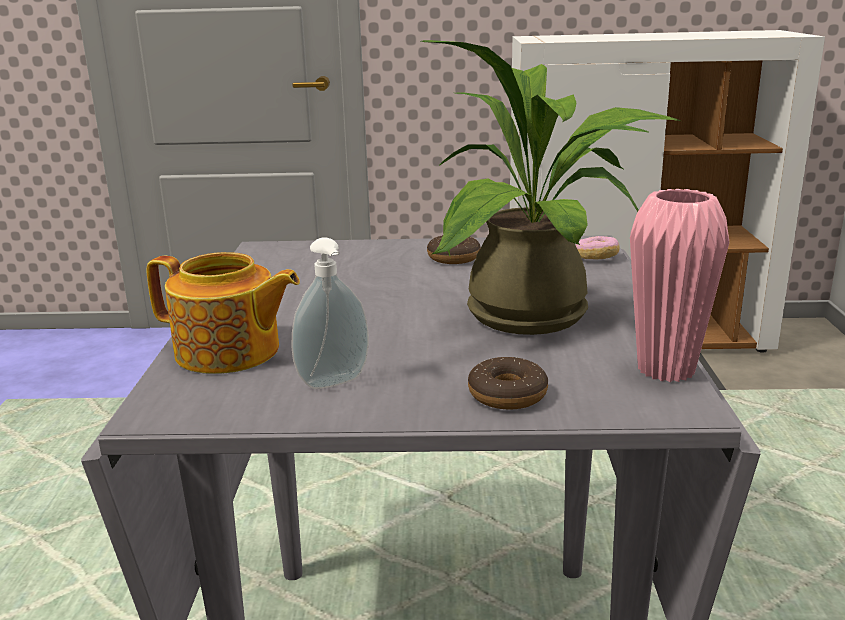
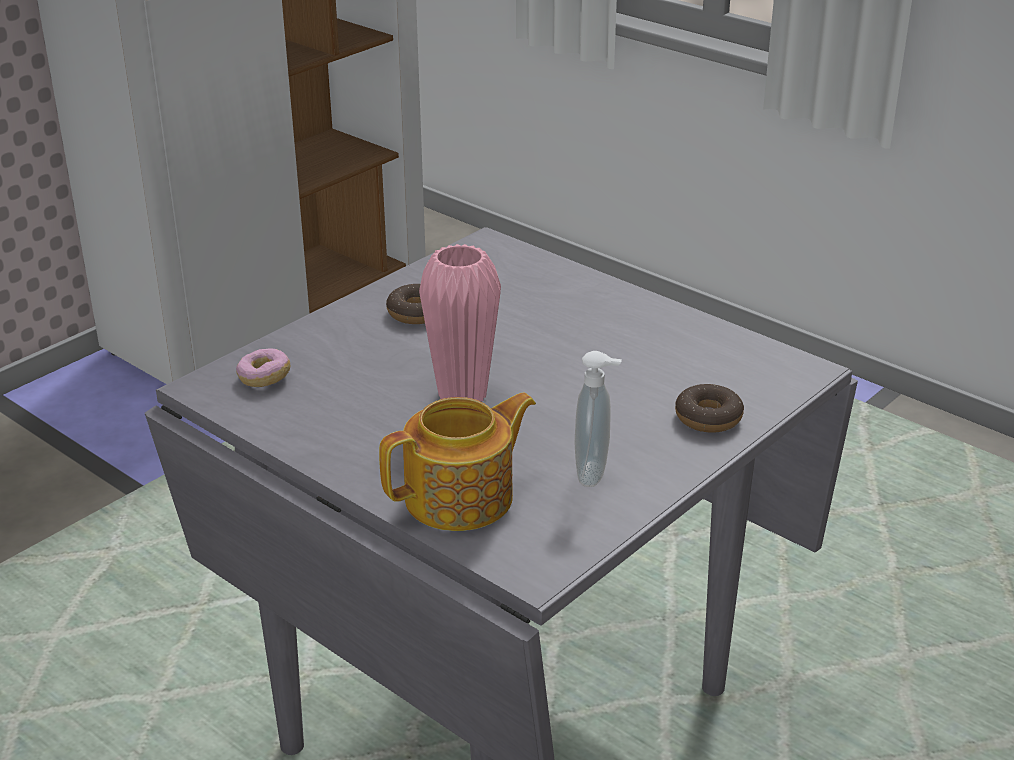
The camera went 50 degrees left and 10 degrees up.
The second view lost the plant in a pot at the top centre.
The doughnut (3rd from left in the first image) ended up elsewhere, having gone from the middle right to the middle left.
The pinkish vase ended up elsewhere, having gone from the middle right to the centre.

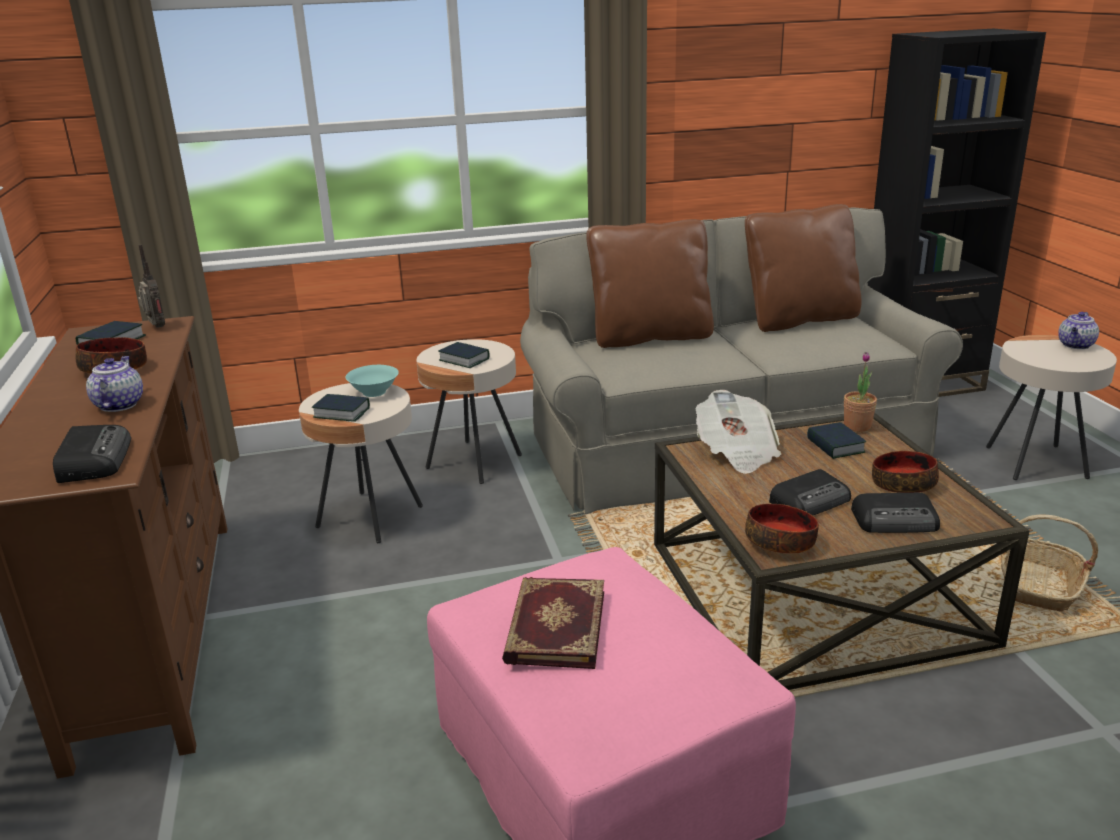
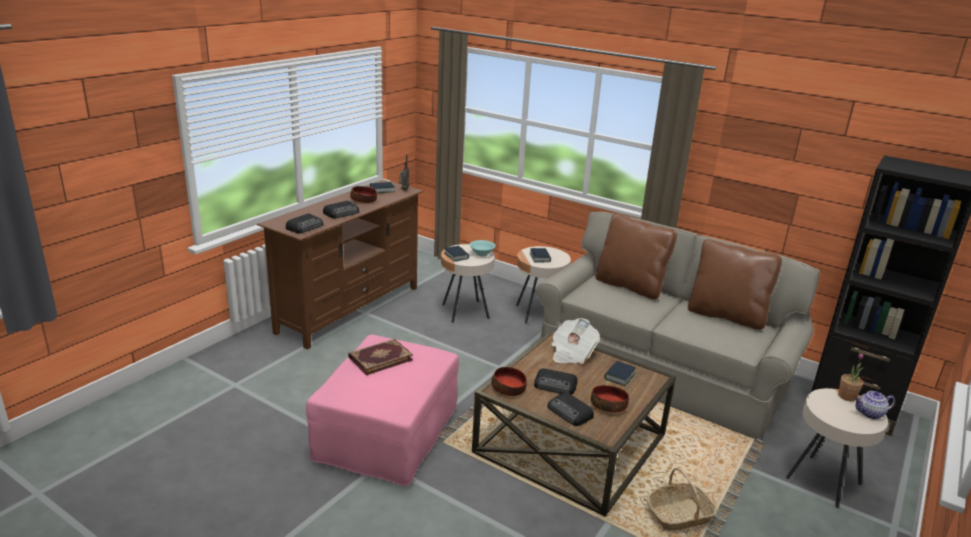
The camera went 45 degrees right and 0 degrees up.
Where the tea pot (1st from left) stood at the middle left, the radio (2nd from left) came to stand at the centre.
The plant in a pot ended up elsewhere, having gone from the middle right to the bottom right.

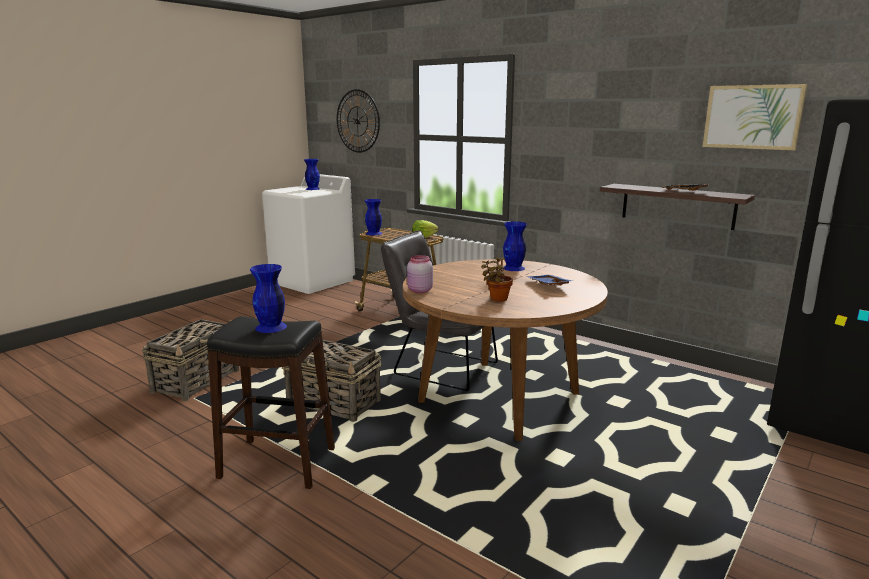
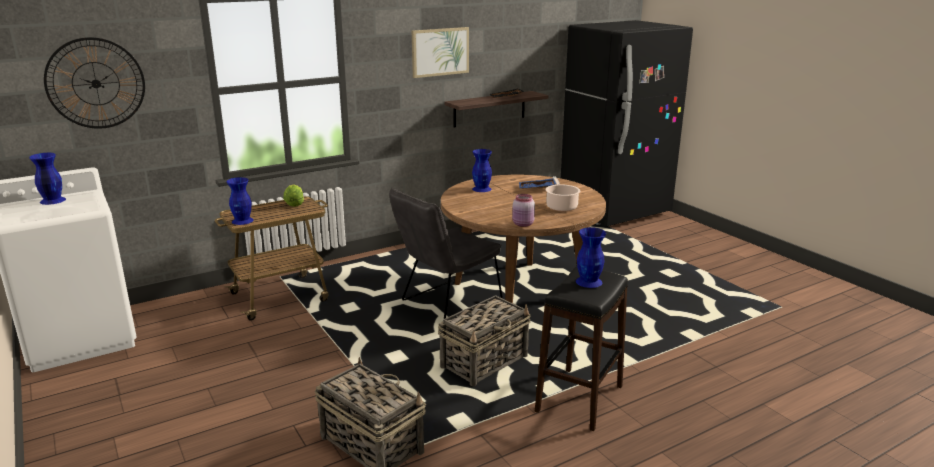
The camera went 70 degrees left and 5 degrees up.
Where the plant in a pot stood at the centre, the stockpot came to stand at the centre.
The wall picture ended up elsewhere, having gone from the top right to the top centre.

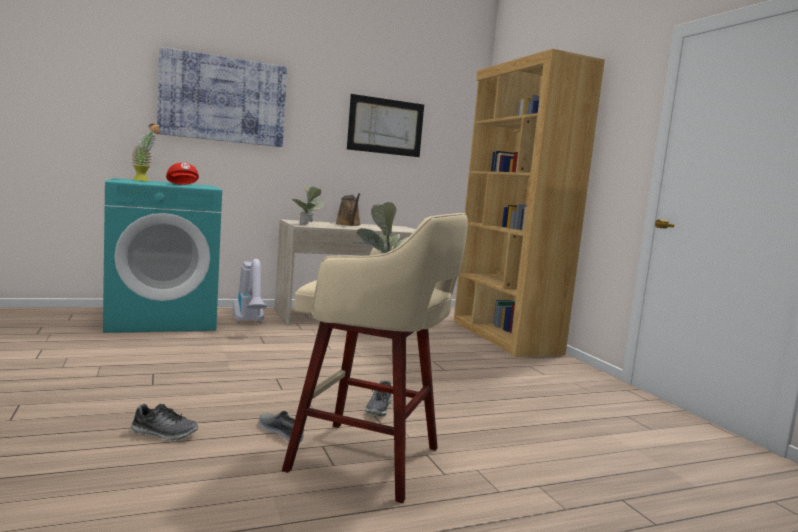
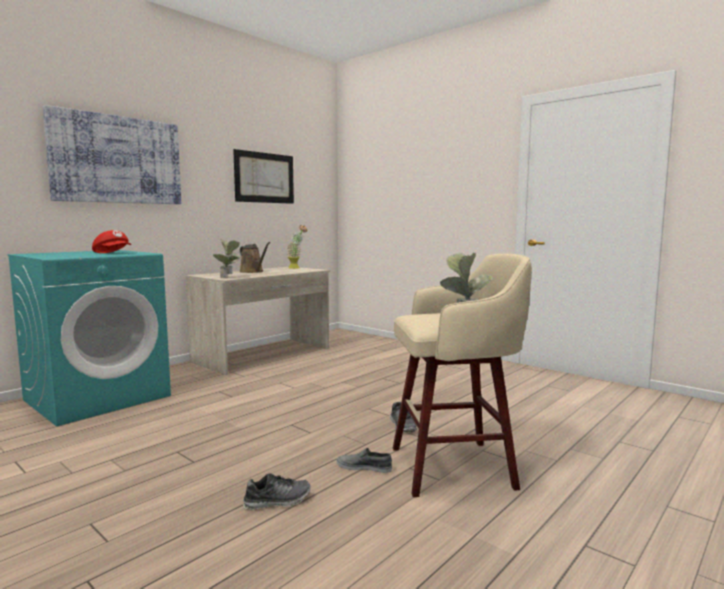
The camera went 25 degrees left and 0 degrees up.
The plant in a pot (1st from left in the first image) ended up elsewhere, having gone from the top left to the centre.
The second view lost the vacuum cleaner at the middle left.
The second view lost the brown bookshelf at the centre.

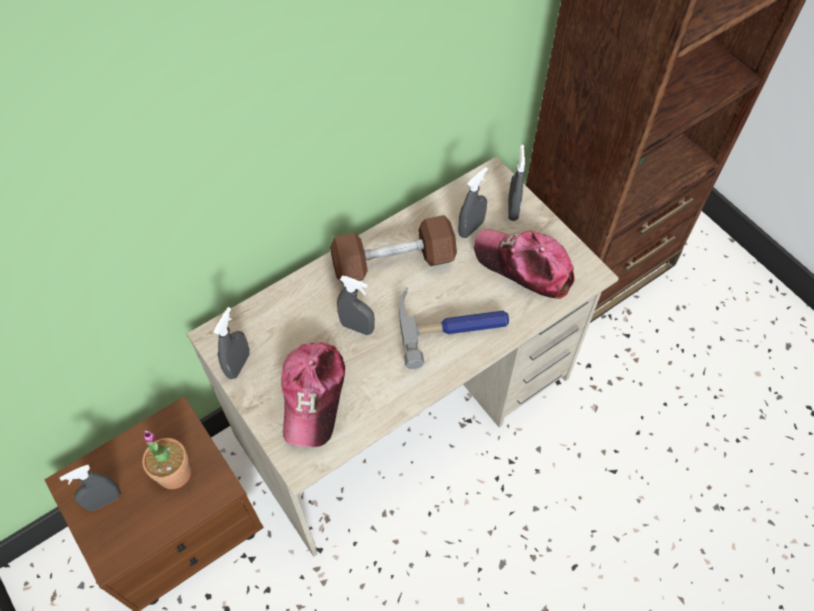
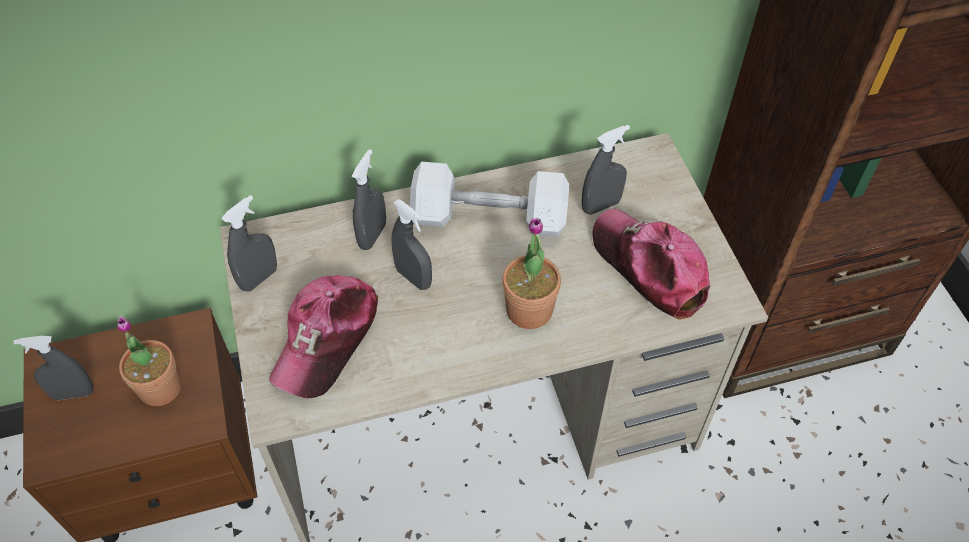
The camera went 20 degrees right and 5 degrees down.
What was the brown dumbbell at the centre turned into the white-coloured dumbbell at the centre.
Where the hand hammer stood at the centre, the plant in a pot (2nd from left) came to stand at the centre.
The gray spray bottle (5th from left in the first image) ended up elsewhere, having gone from the top centre to the centre.

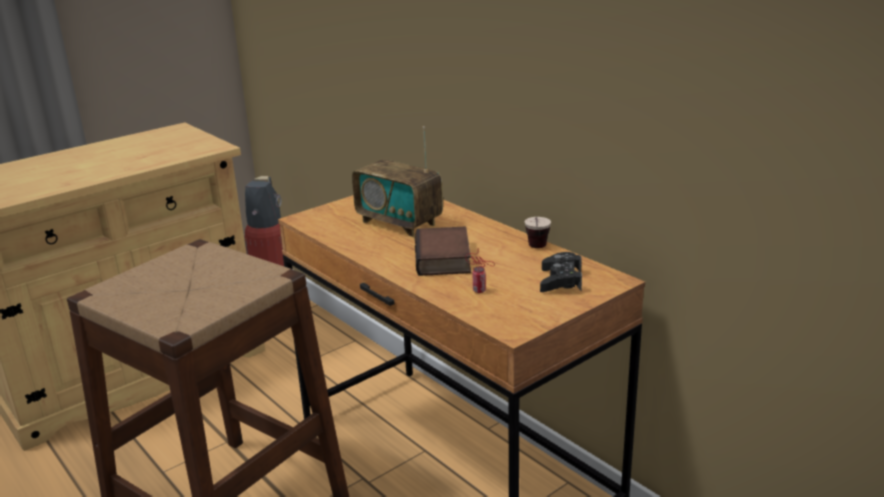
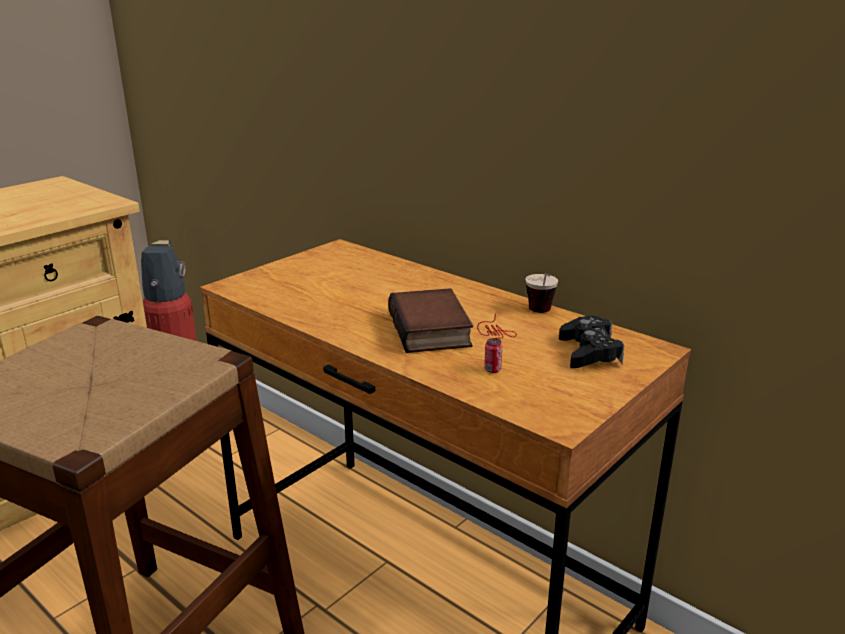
The camera went 10 degrees left and 0 degrees up.
The second view lost the radio at the centre.

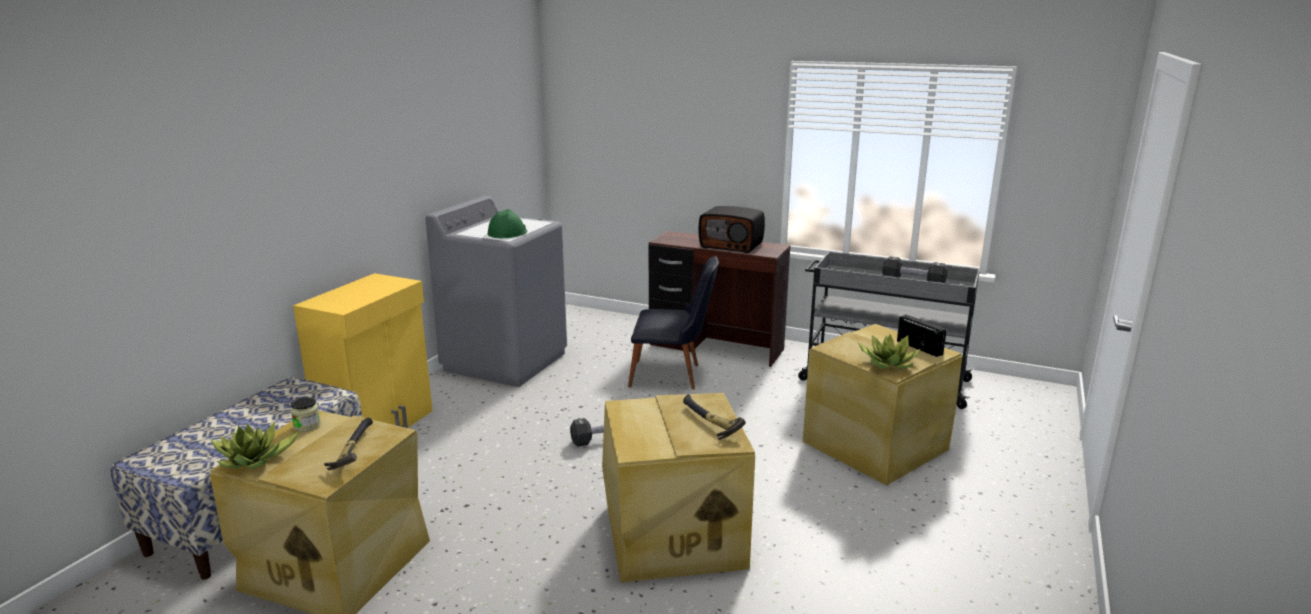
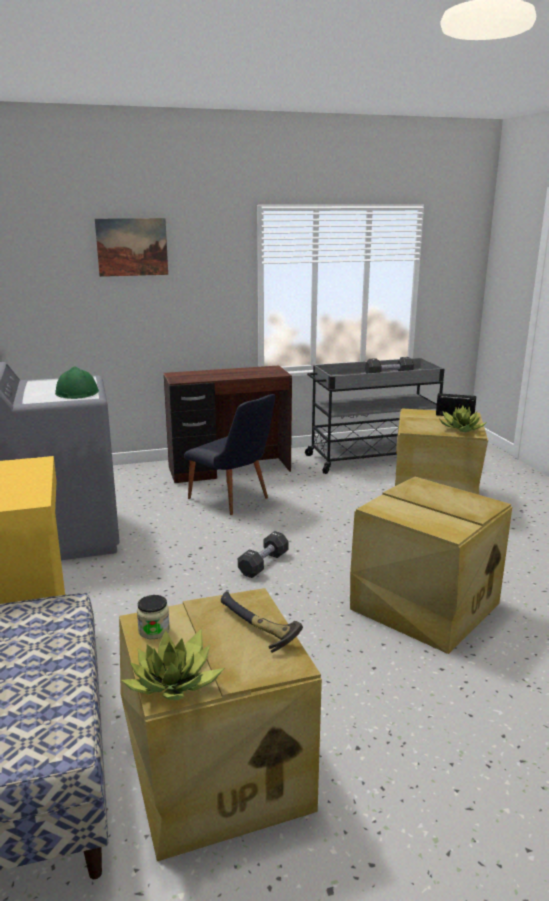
The camera went 40 degrees left and 0 degrees up.
The blackish chair at the centre ended up facing another way, 75 degrees clockwise from before.
The second view lost the hand hammer (2nd from left) at the bottom centre.
The second view lost the radio (1st from left) at the centre.
The second view gained the wall picture at the top left.

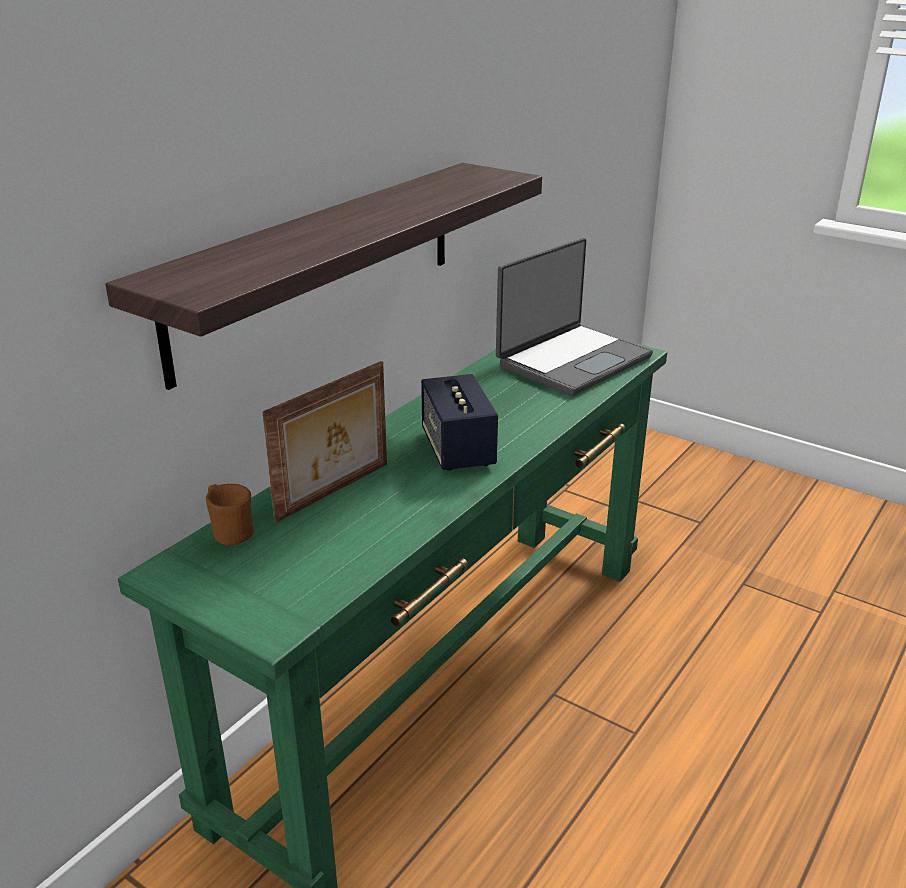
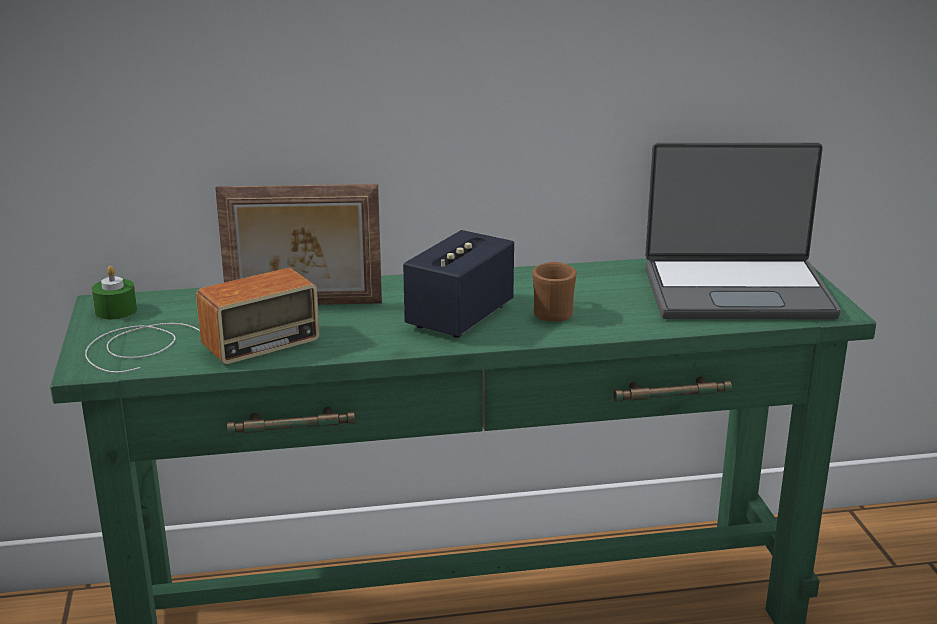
The camera went 45 degrees right and 5 degrees down.
The second view lost the bracket shelf at the top centre.
The brown tea mug ended up elsewhere, having gone from the middle left to the centre.
The second view gained the radio at the middle left.
The second view gained the greenish candle at the middle left.

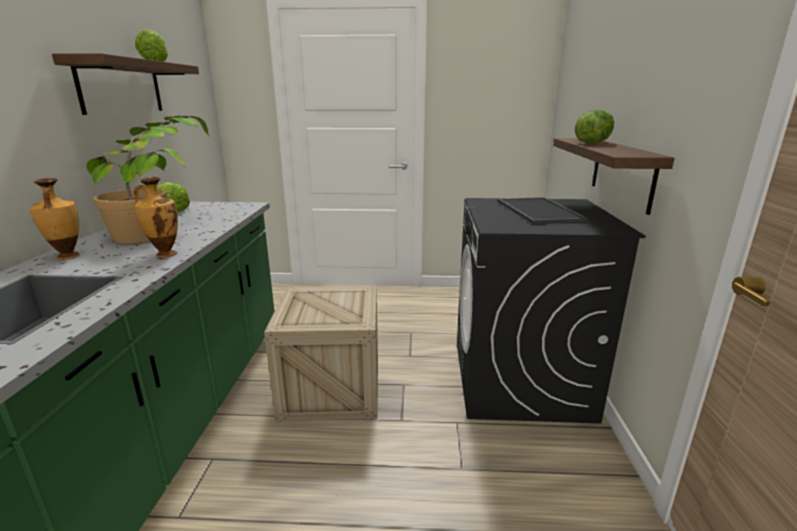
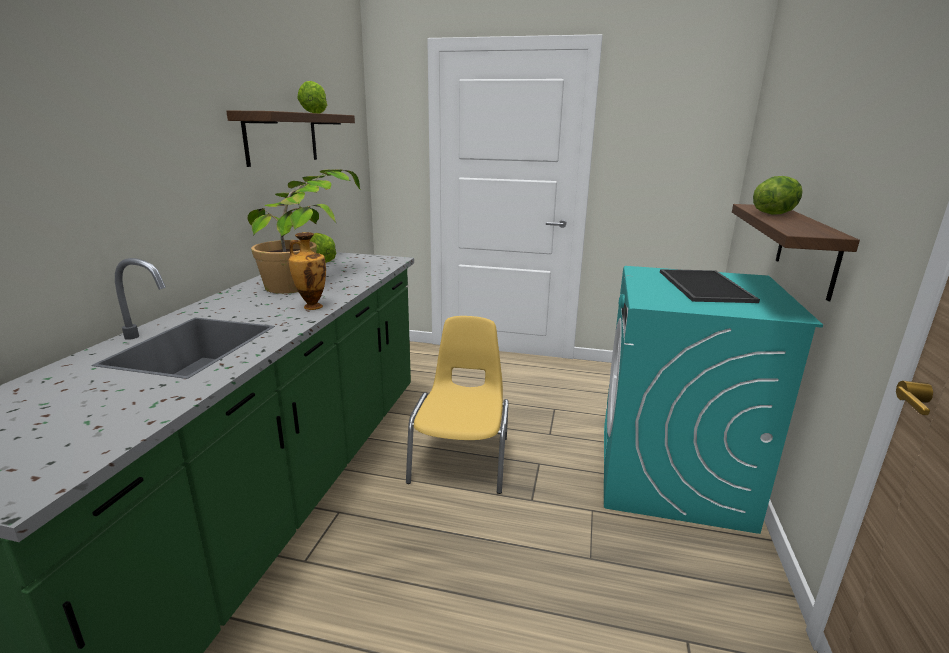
The camera went 10 degrees right and 0 degrees up.
The second view lost the vase (1st from left) at the middle left.
Where the shipping crate stood at the bottom centre, the yellow chair came to stand at the centre.
What was the blackish laundry machine at the middle right turned into the turquoise-coloured laundry machine at the middle right.

